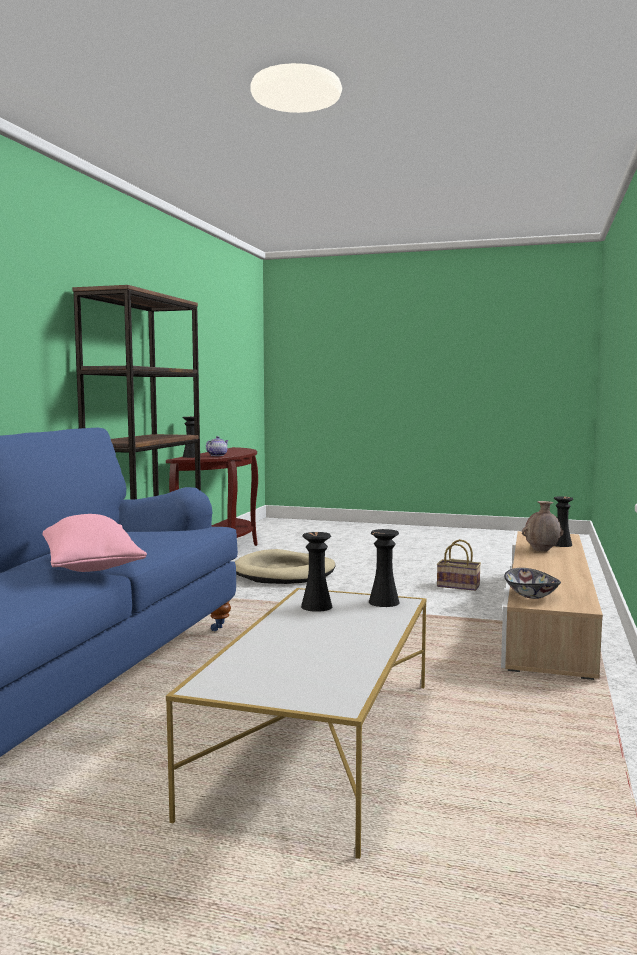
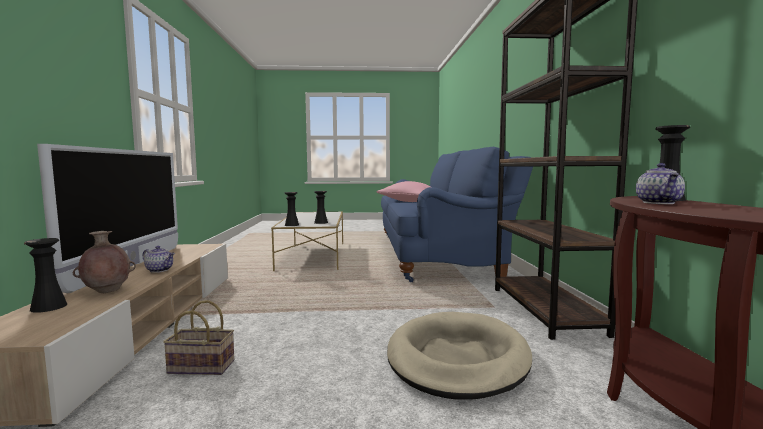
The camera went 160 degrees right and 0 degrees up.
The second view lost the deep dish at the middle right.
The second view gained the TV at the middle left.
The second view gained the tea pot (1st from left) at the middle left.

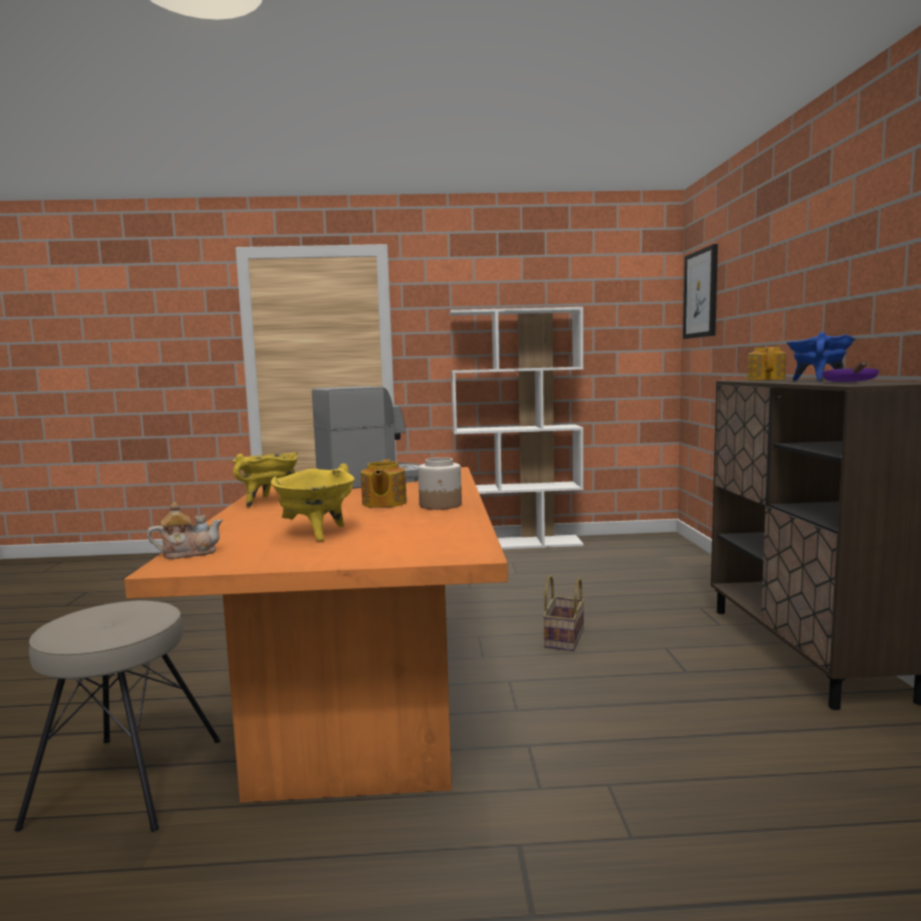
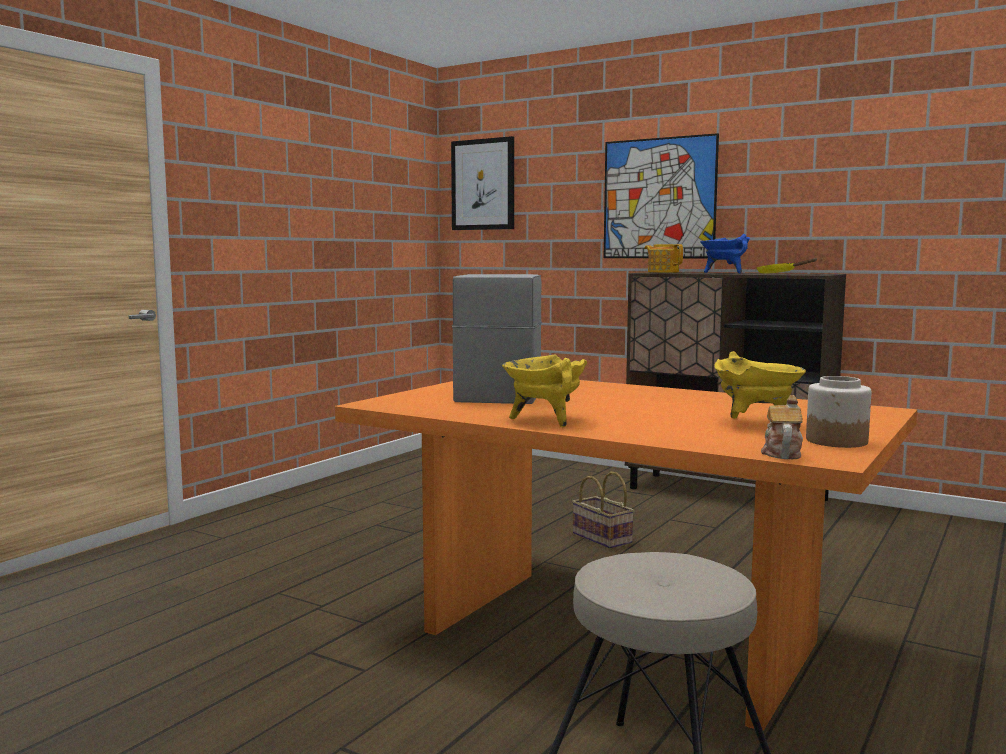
The camera went 55 degrees left and 0 degrees up.
The second view lost the tea pot (2nd from left) at the centre.
The preserve jar ended up elsewhere, having gone from the centre to the middle right.
The second view lost the white-coloured bookshelf at the centre.
What was the purple-coloured skillet at the middle right turned into the yellow skillet at the middle right.
The second view gained the wall picture (2nd from left) at the top centre.

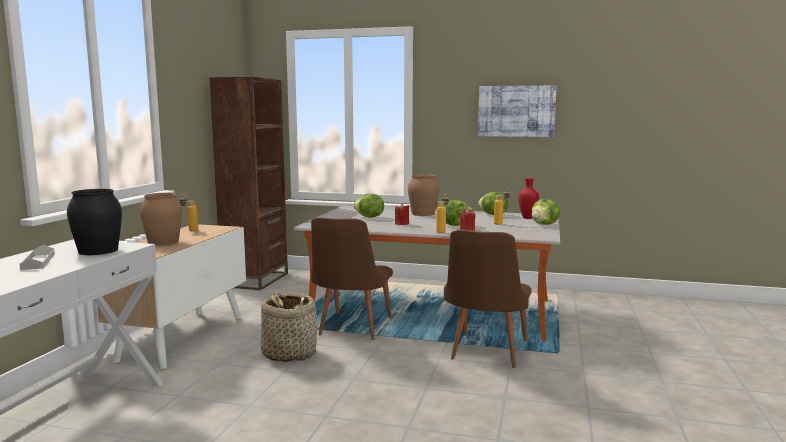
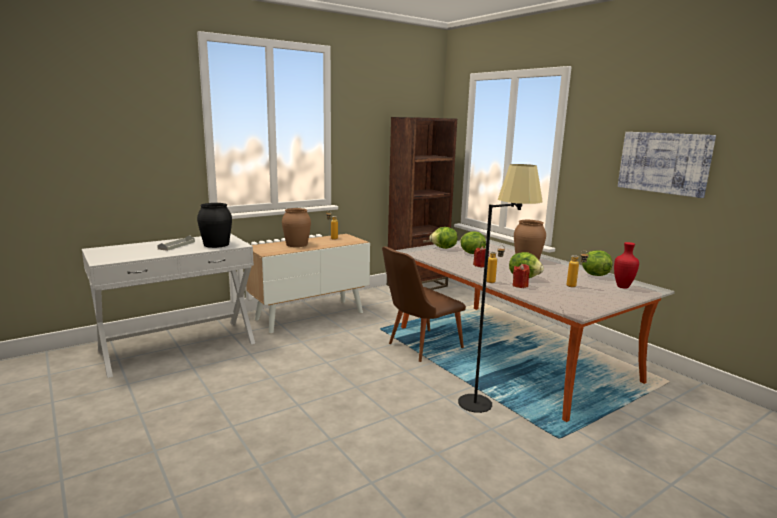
The camera went 40 degrees right and 5 degrees up.
The second view lost the basket at the bottom centre.
Where the brown chair (2nd from left) stood at the bottom centre, the blackish standard lamp came to stand at the centre.
The lettuce (4th from left in the first image) ended up elsewhere, having gone from the middle right to the centre.

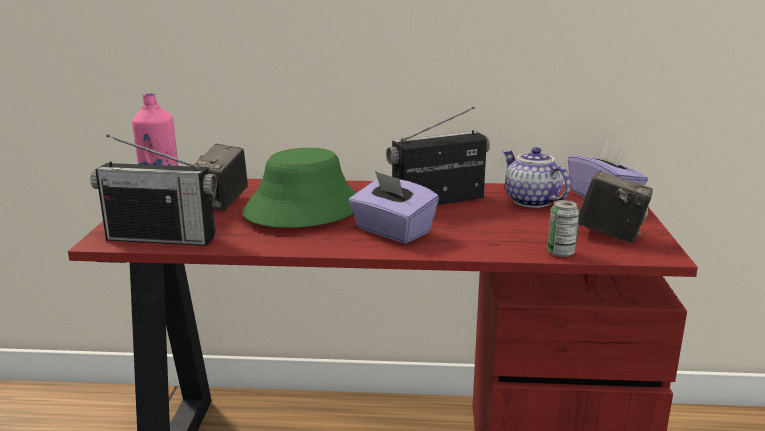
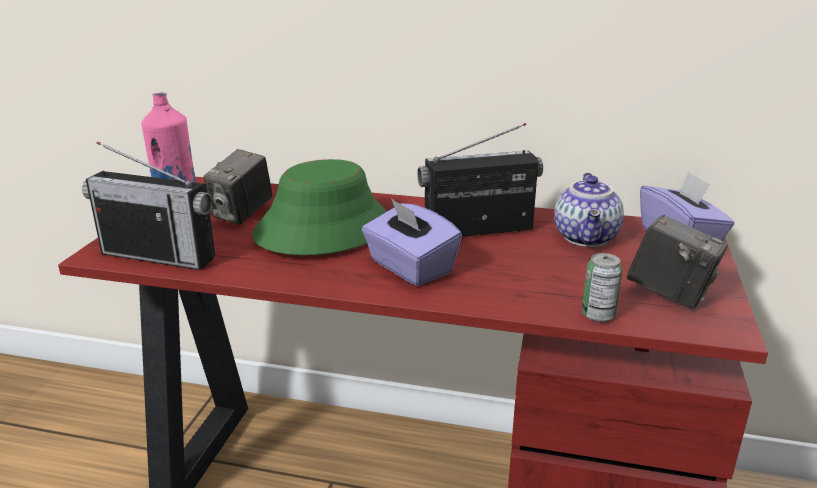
The camera went 10 degrees right and 5 degrees up.
The tea pot at the middle right ended up facing another way, 150 degrees counterclockwise from before.

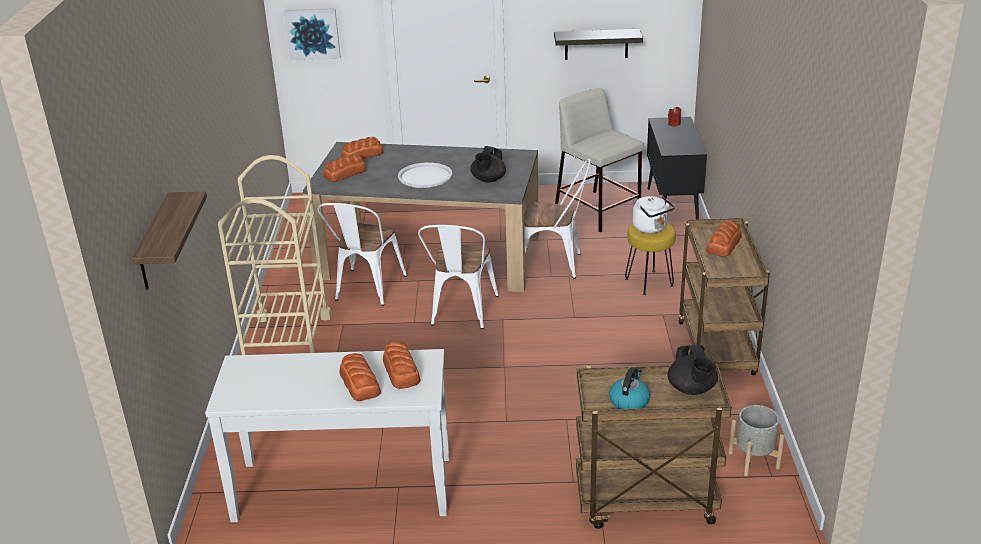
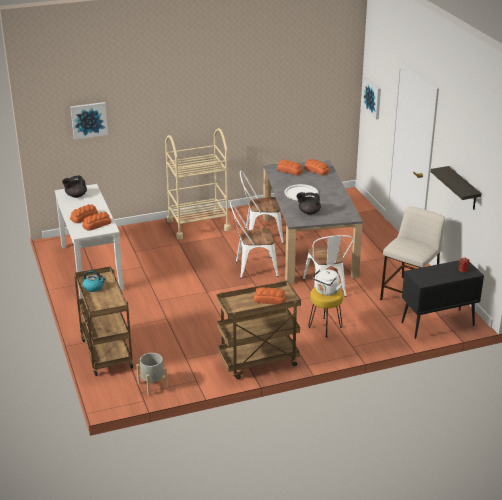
The camera went 70 degrees right and 0 degrees up.
Where the bracket shelf (1st from left) hung at the middle left, the wall picture (1st from left) came to hang at the top left.
The blackish tea pot (2nd from left in the first image) ended up elsewhere, having gone from the bottom right to the middle left.

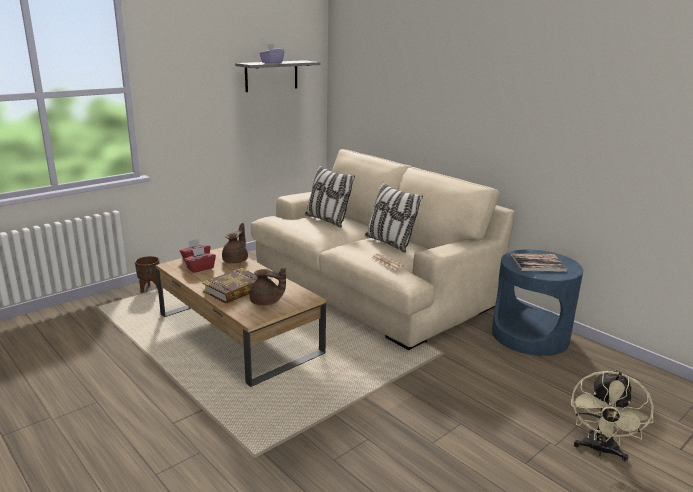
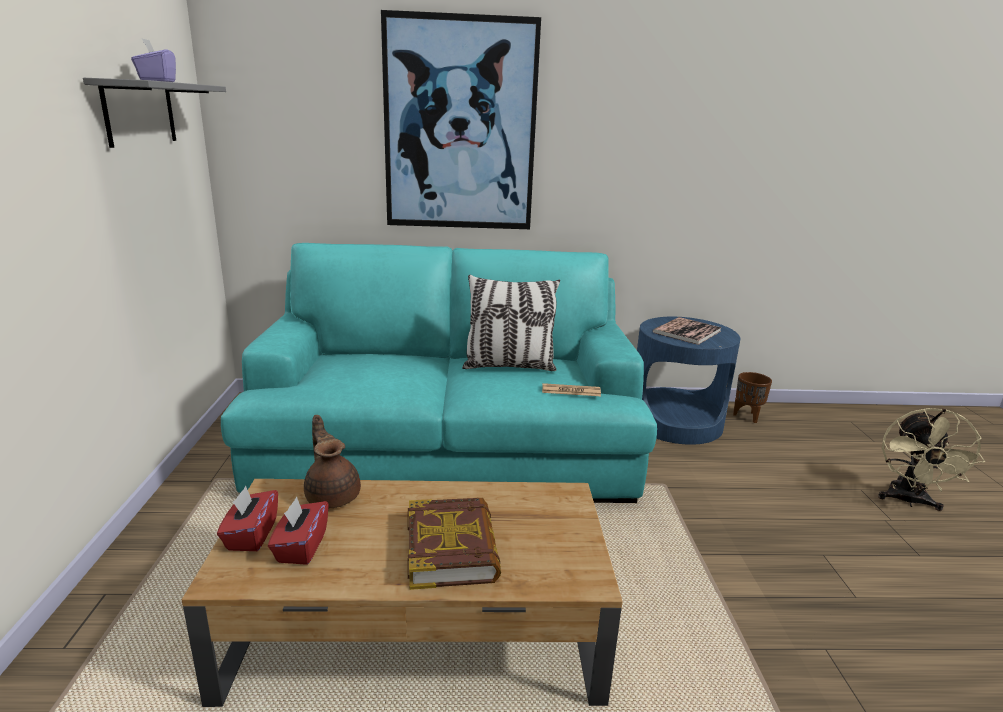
The camera went 50 degrees left and 0 degrees up.
The brown planter ended up elsewhere, having gone from the middle left to the middle right.
The second view lost the brown tea pot (2nd from left) at the centre.
What was the sand-coloured settee at the centre turned into the turquoise-coloured settee at the centre.
The second view lost the pillow (1st from left) at the centre.
The sand-coloured electric fan at the bottom right ended up facing another way, 45 degrees clockwise from before.
The second view gained the wall picture at the top centre.

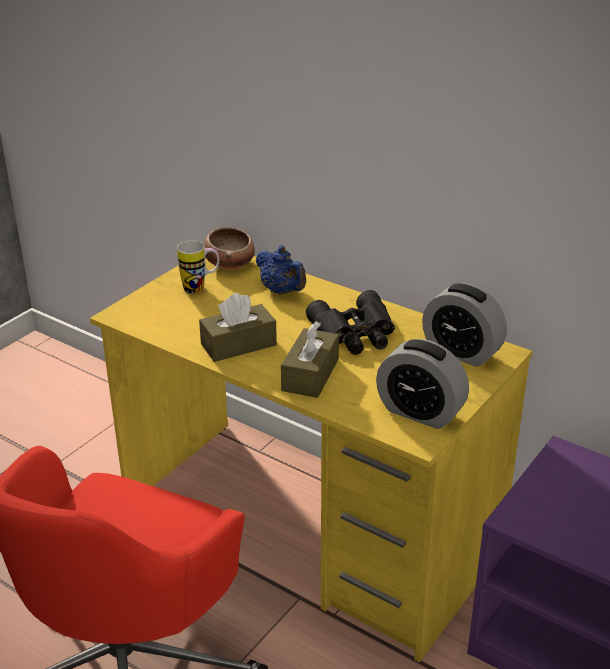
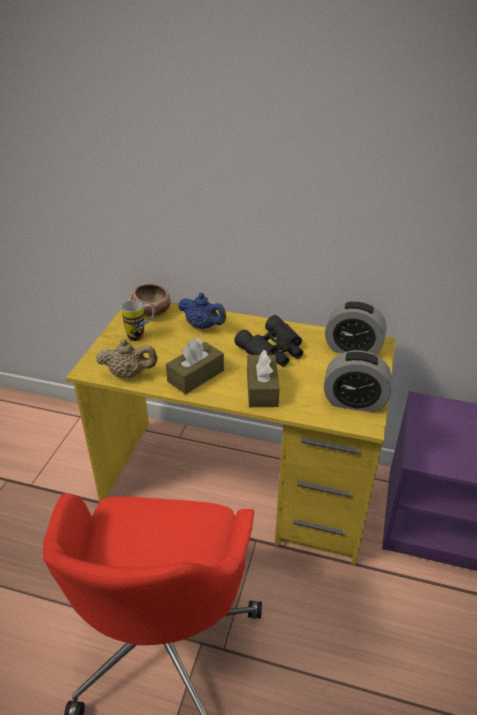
The camera went 20 degrees left and 5 degrees up.
The second view gained the sand-coloured tea pot at the middle left.

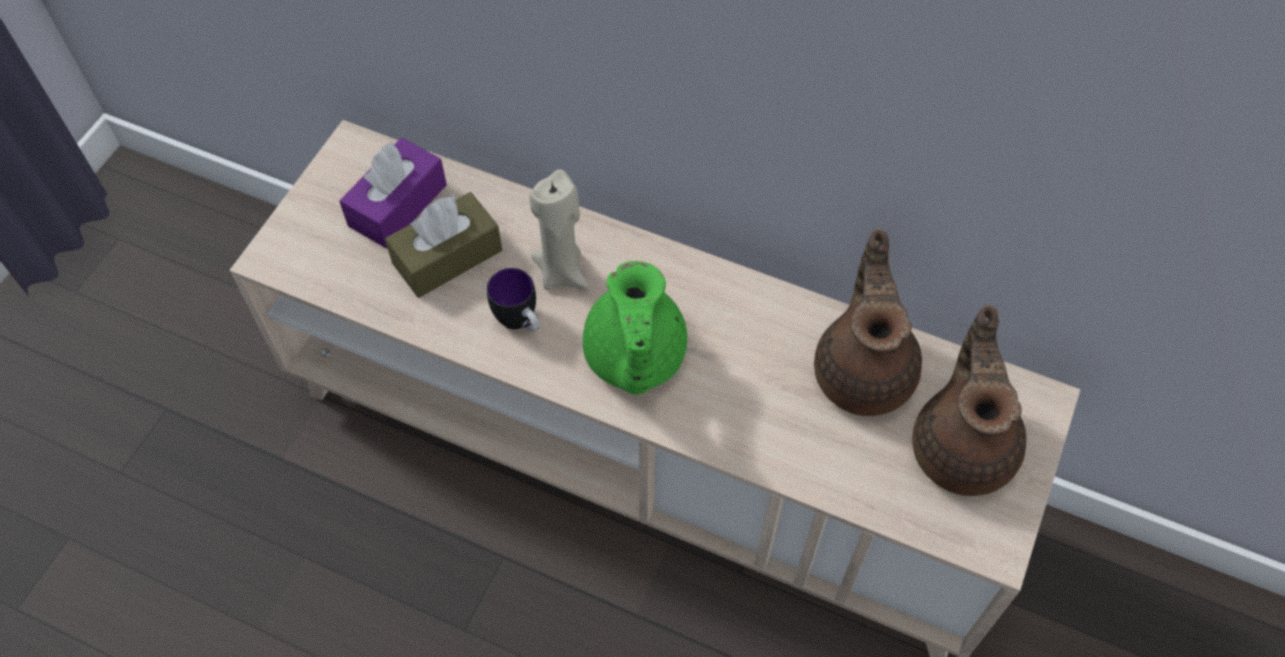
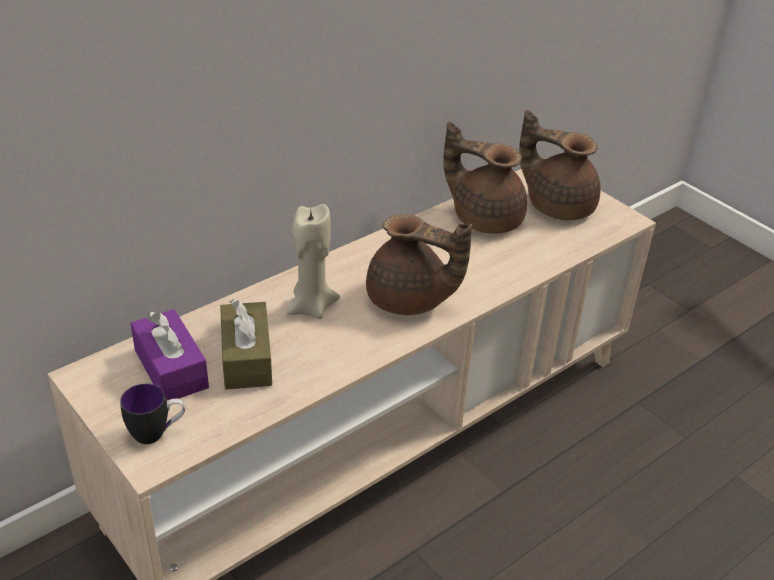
The camera went 65 degrees left and 20 degrees down.
The tea mug ended up elsewhere, having gone from the centre to the bottom left.
What was the greenish tea pot at the centre turned into the brown tea pot (1st from left) at the centre.

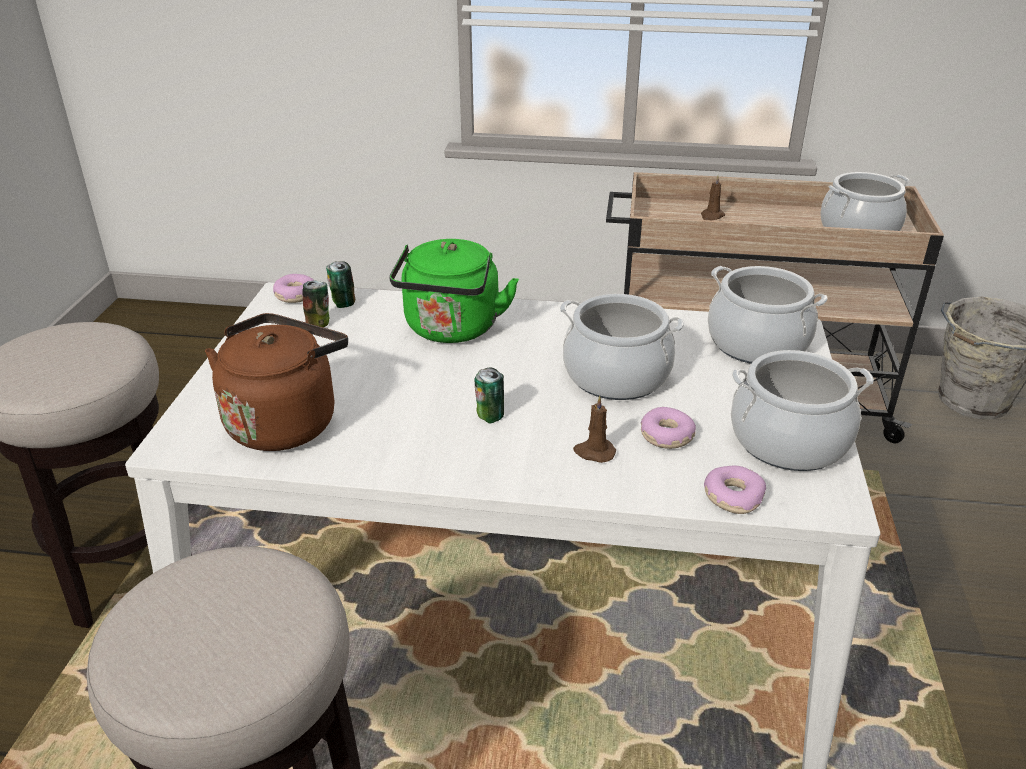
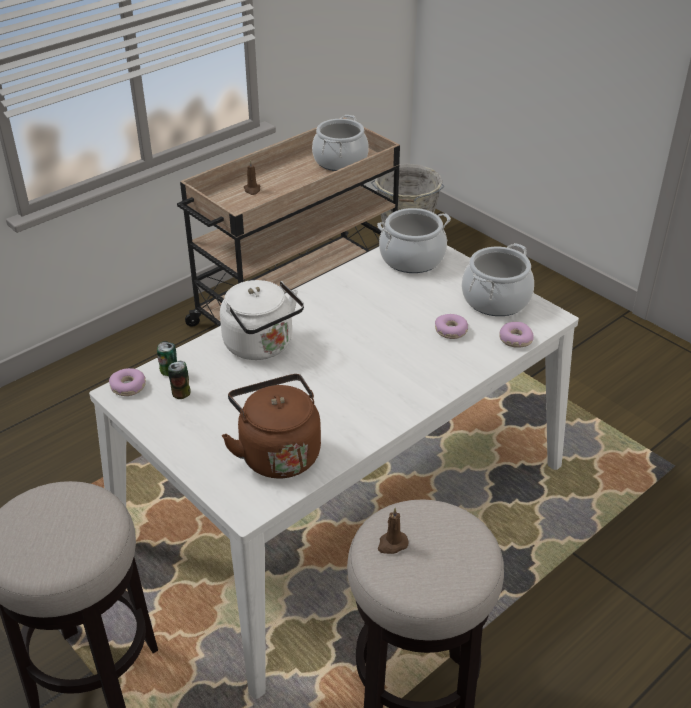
The camera went 50 degrees left and 5 degrees up.
What was the greenish water kettle at the centre turned into the white-coloured water kettle at the centre.
The second view lost the sealed can (3rd from left) at the centre.
The second view lost the stockpot (1st from left) at the centre.
The brown candle (1st from left in the first image) ended up elsewhere, having gone from the centre to the bottom centre.

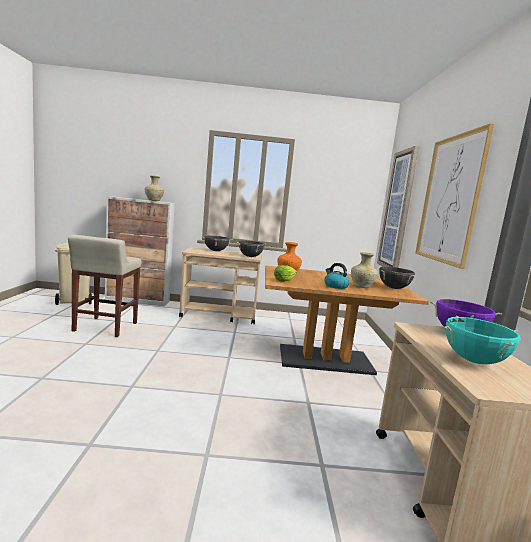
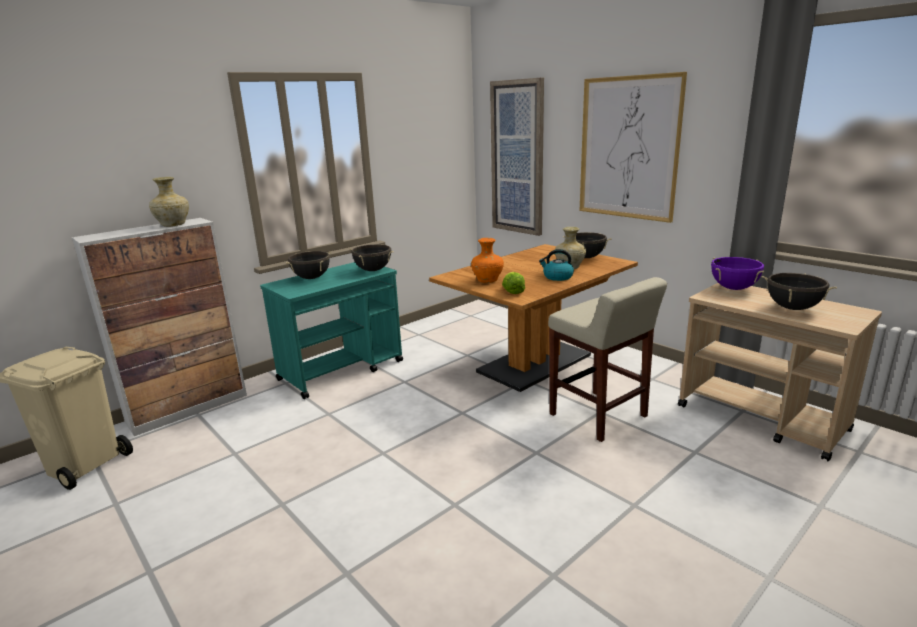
The camera went 40 degrees left and 10 degrees up.
The sand-coloured stool ended up elsewhere, having gone from the middle left to the centre.
What was the sand-coloured cart (1st from left) at the centre turned into the turquoise-coloured cart at the centre.
What was the turquoise-coloured stockpot at the middle right turned into the blackish stockpot (4th from left) at the middle right.

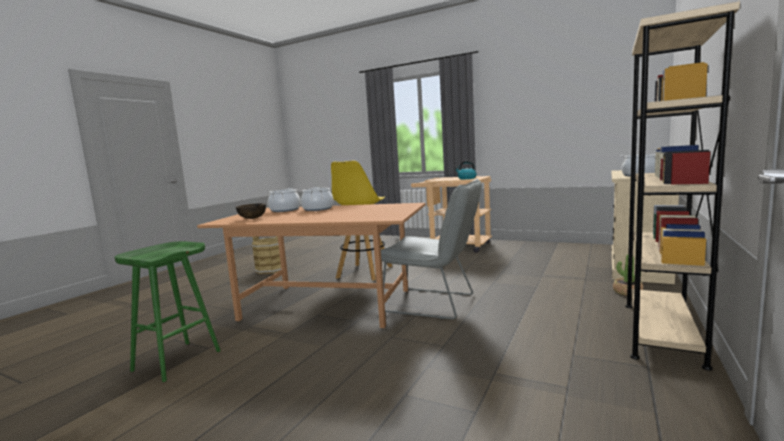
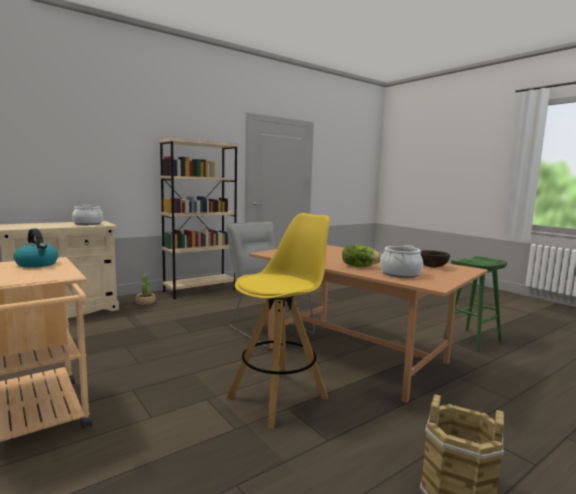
The camera went 155 degrees left and 0 degrees up.
Where the stockpot (2nd from left) stood at the centre, the lettuce came to stand at the centre.

